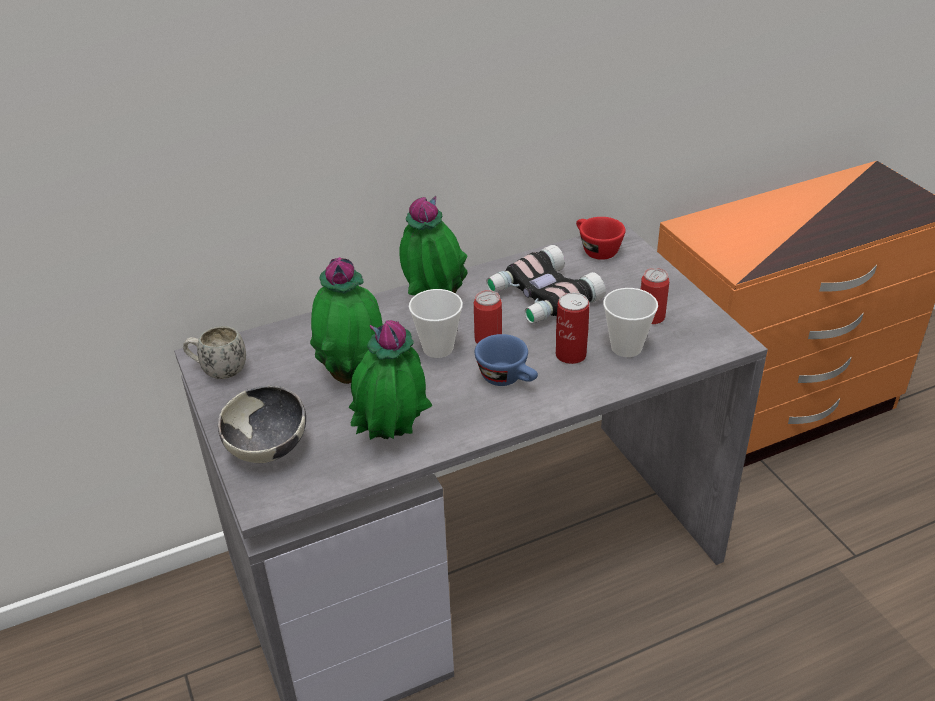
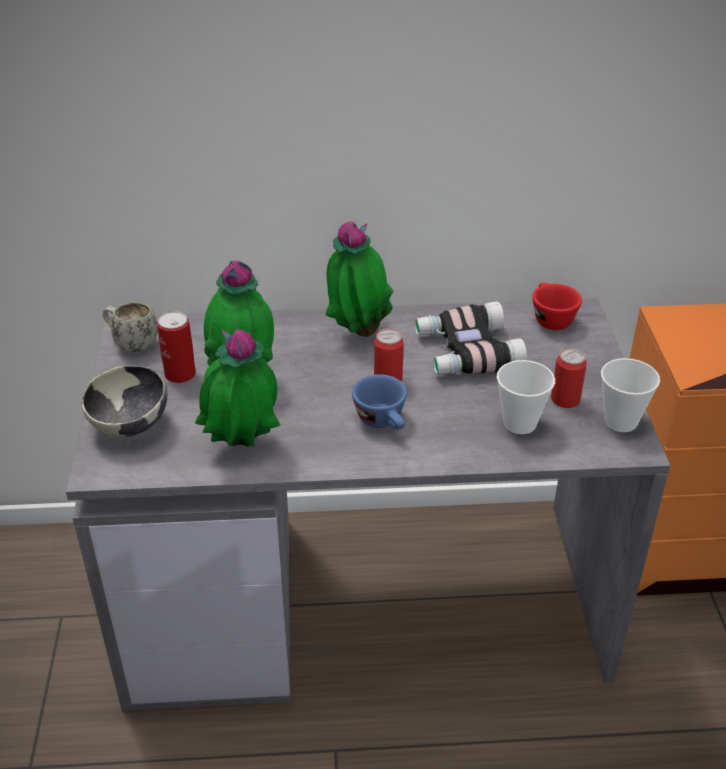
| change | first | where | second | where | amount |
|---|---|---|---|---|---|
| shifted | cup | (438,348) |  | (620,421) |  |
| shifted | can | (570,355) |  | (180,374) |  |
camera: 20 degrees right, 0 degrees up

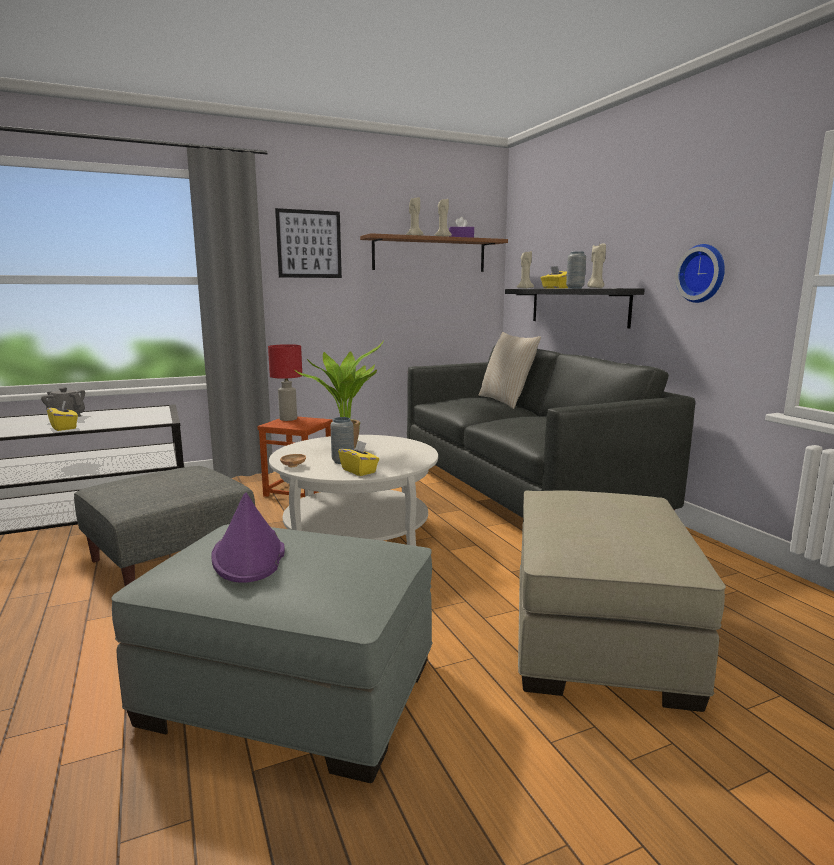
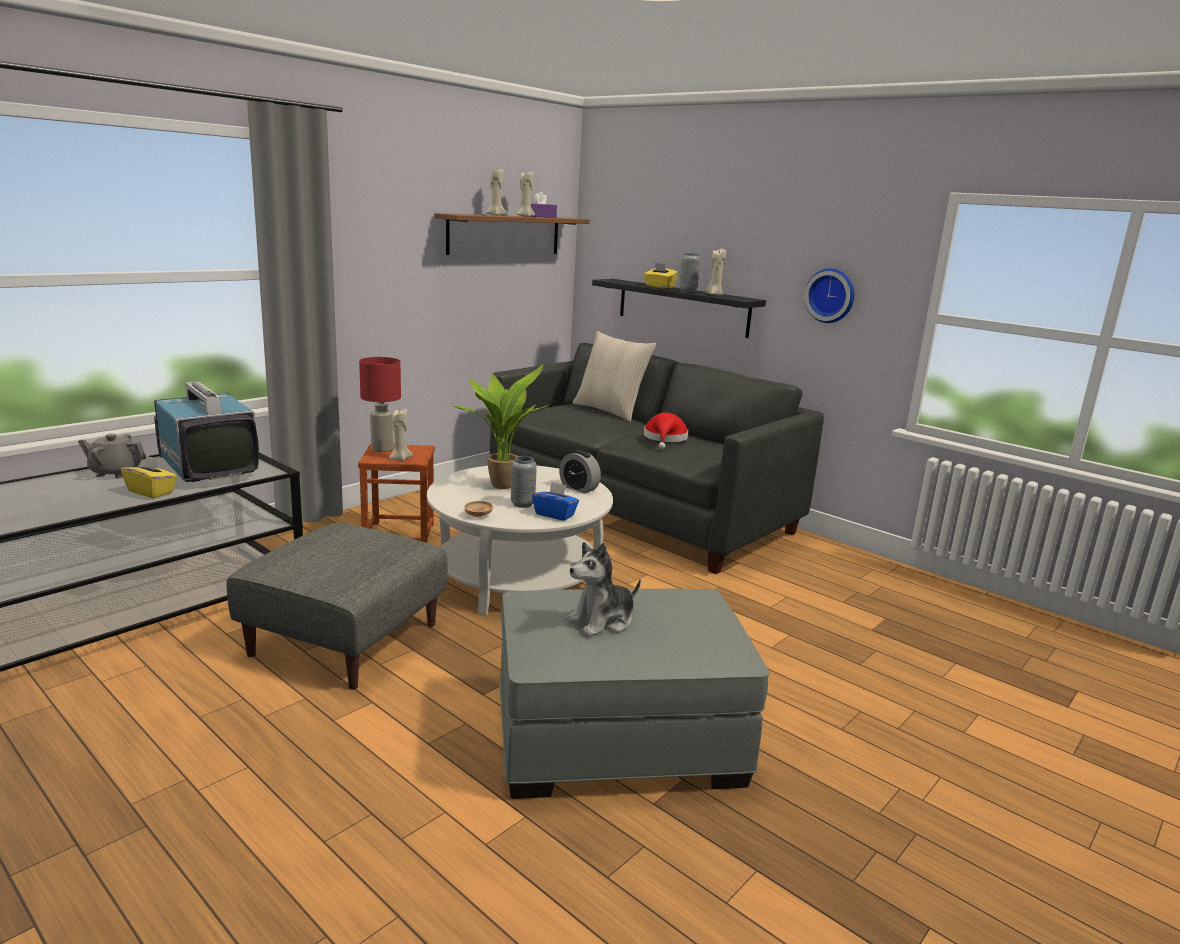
| change | first | where | second | where | amount |
|---|---|---|---|---|---|
| gone | picture | (309,244) |  |  |  |
| shifted | beige candle | (524,288) |  | (400,458) |  |
| repainted | yellow tissue box | (359,471) | blue tissue box | (555,514) |  |
| gone | beige ottoman | (597,635) |  |  |  |
| swapped | purple hat | (249,555) | plush toy | (602,621) |  |
| new |  |  | television | (208,467) |  |
| new |  |  | red hat | (665,439) |  |
| new |  |  | alarm clock | (579,488) |  |
camera: 25 degrees left, 5 degrees up

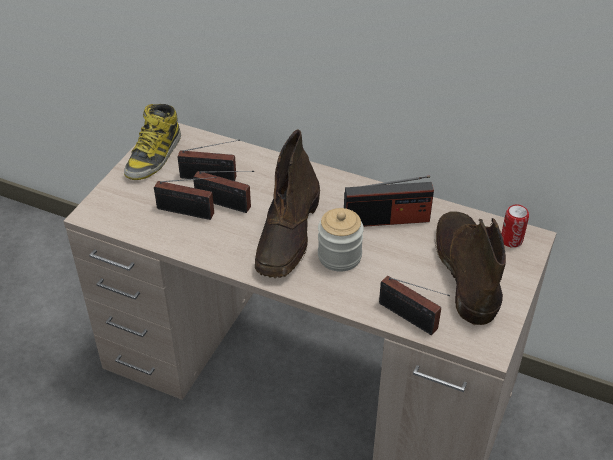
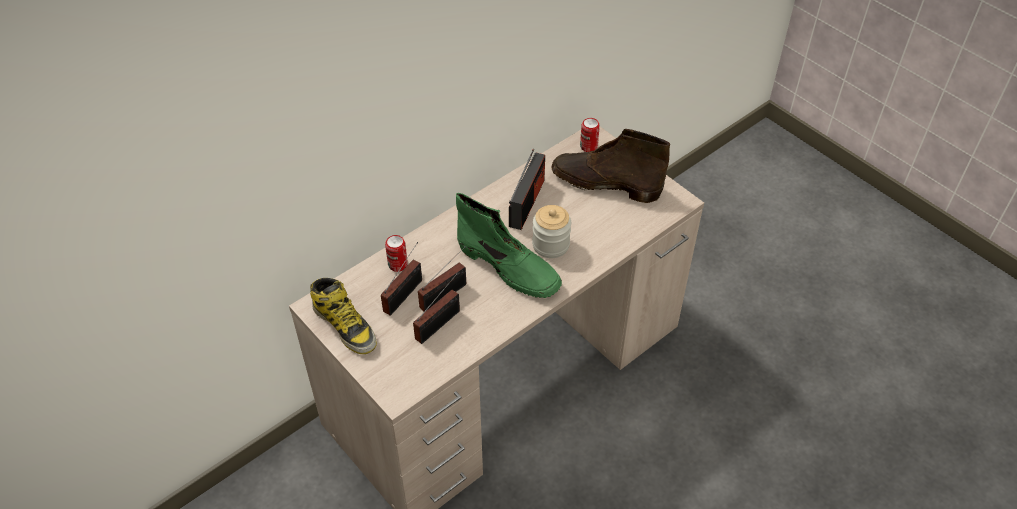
| change | first | where | second | where | amount |
|---|---|---|---|---|---|
| repainted | brown boot | (288,235) | green boot | (509,267) |  |
| gone | radio | (410,318) |  |  |  |
| new |  |  | can | (397,264) |  |
camera: 65 degrees left, 5 degrees up

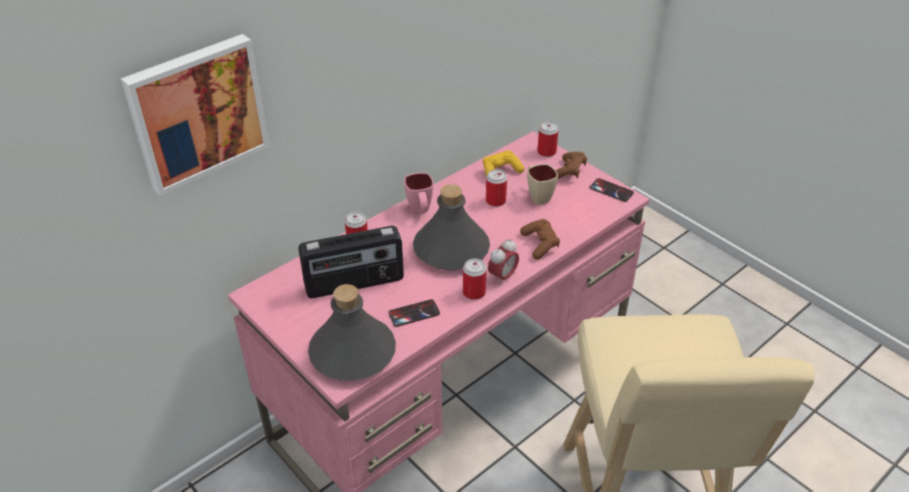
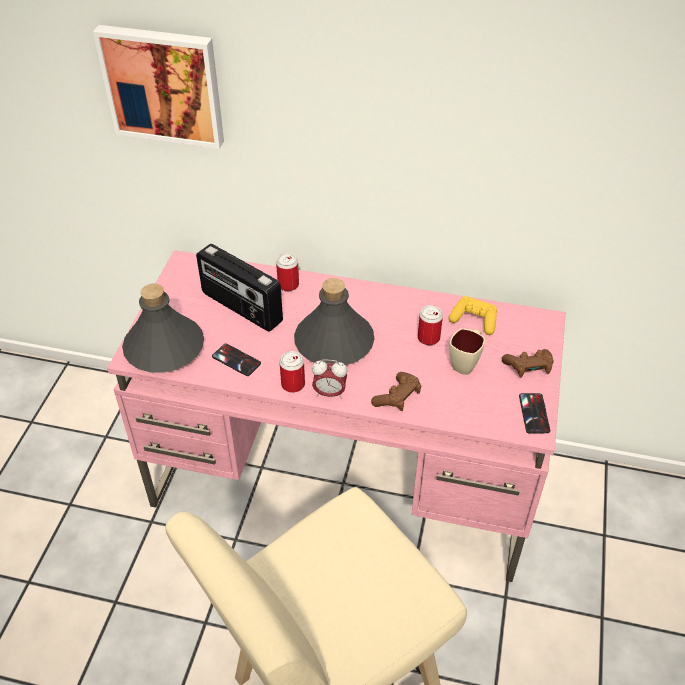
| change | first | where | second | where | amount |
|---|---|---|---|---|---|
| gone | can | (546,152) |  |  |  |
| gone | pink mug | (420,211) |  |  |  |
camera: 55 degrees right, 5 degrees up

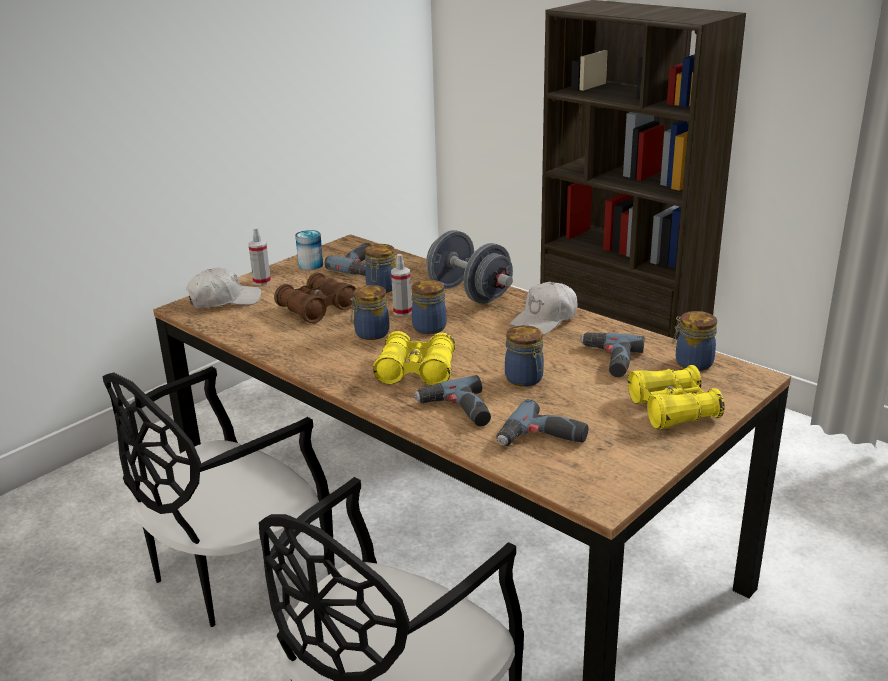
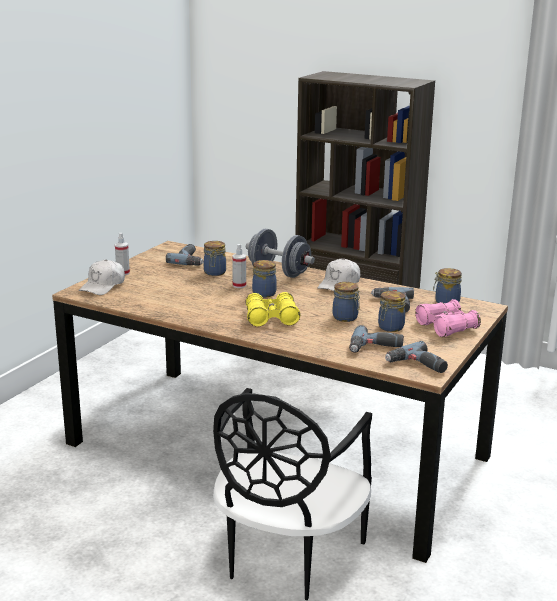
| change | first | where | second | where | amount |
|---|---|---|---|---|---|
| gone | can | (310,265) |  |  |  |
| rotated | white cap | (224,300) |  | (103,286) | 150 degrees clockwise |
| gone | brown binoculars | (317,309) |  |  |  |
| shifted | jar | (370,334) |  | (390,327) |  |
| repainted | yellow binoculars | (672,409) | pink binoculars | (446,327) |  |
| gone | black chair | (233,571) |  |  |  |
| shifted | power drill | (456,411) |  | (417,366) |  |
camera: 15 degrees left, 5 degrees down

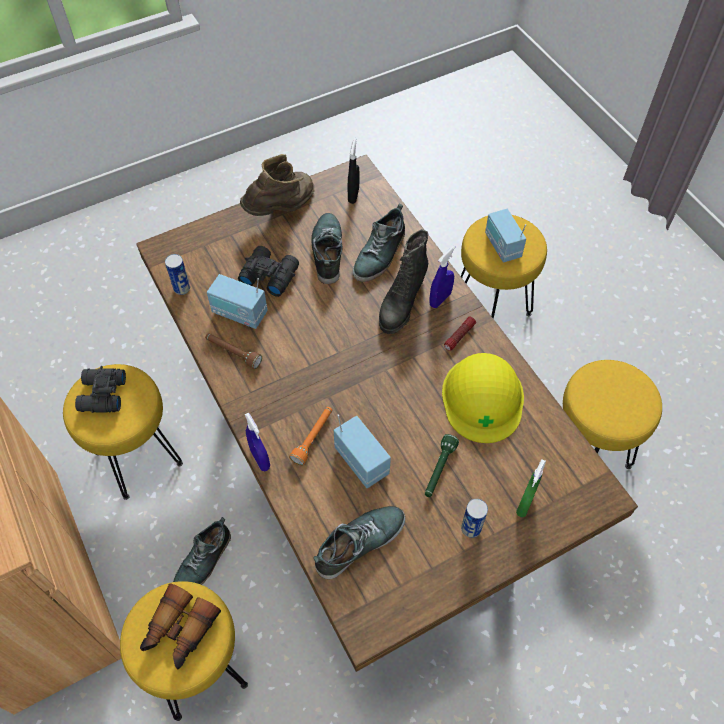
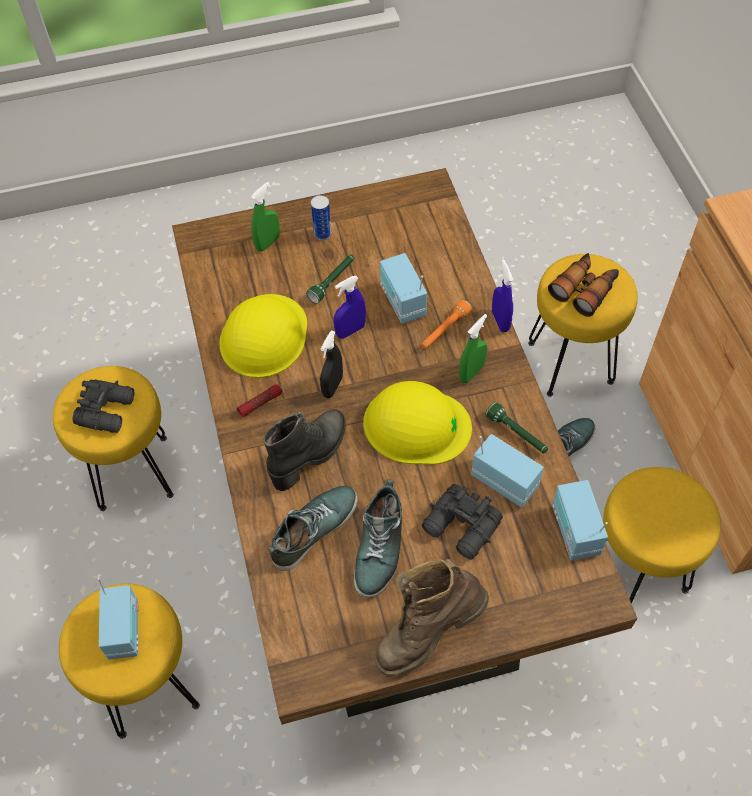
| change | first | where | second | where | amount |
|---|---|---|---|---|---|
| shifted | black spray bottle | (353,195) |  | (332,386) |  |
| shifted | blue spray bottle | (440,299) |  | (350,330) |  |
| swapped | can | (182,288) | radio | (574,531) |  |
| repainted | brown flashlight | (233,353) | green flashlight | (517,434) |  |
| shifted | black binoculars | (101,395) |  | (108,410) |  |
| gone | shoe | (359,542) |  |  |  |
| new |  |  | green spray bottle | (471,373) |  |
| new |  |  | yellow hard hat | (416,425) |  |
camera: 165 degrees left, 0 degrees up

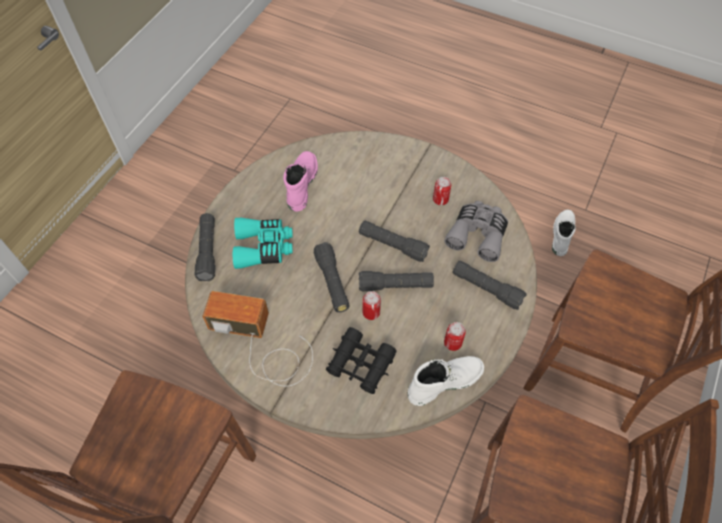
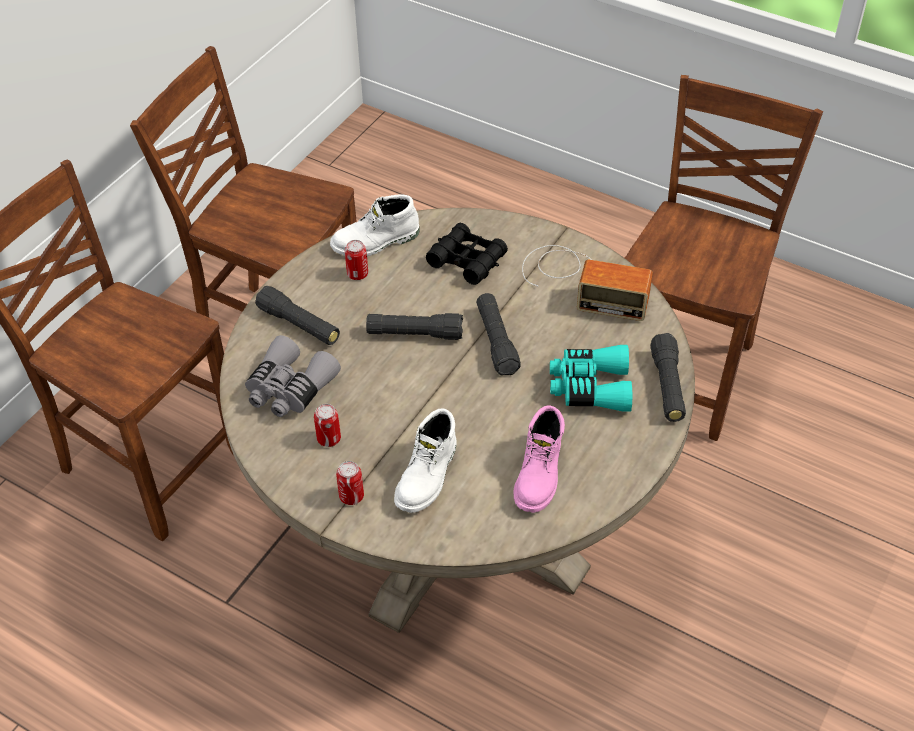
| change | first | where | second | where | amount |
|---|---|---|---|---|---|
| shifted | white boot | (561,234) |  | (428,476) |  |
| gone | black flashlight | (393,245) |  |  |  |
| shifted | can | (371,313) |  | (351,496) |  |
camera: 175 degrees left, 10 degrees down

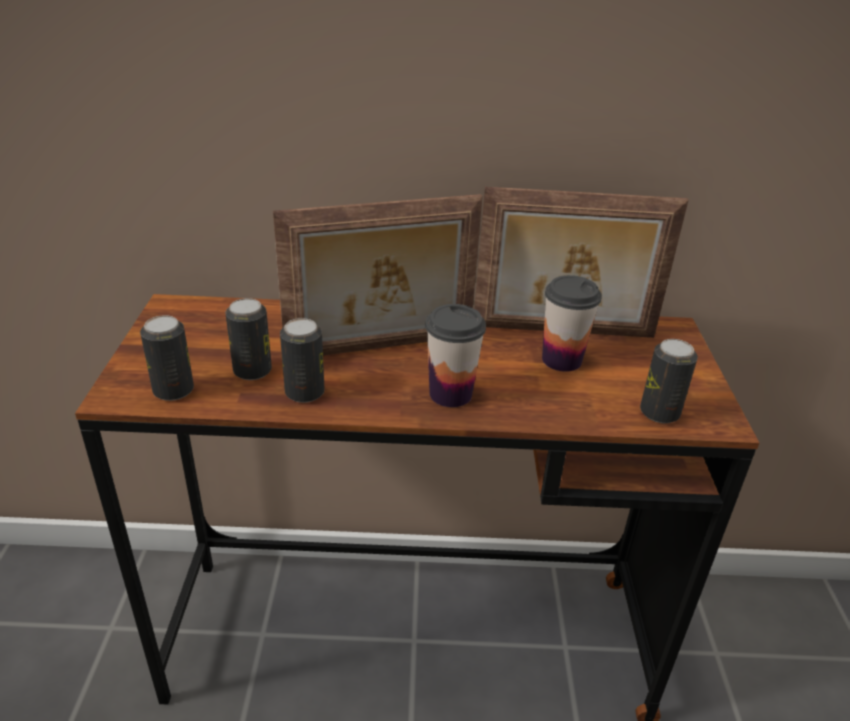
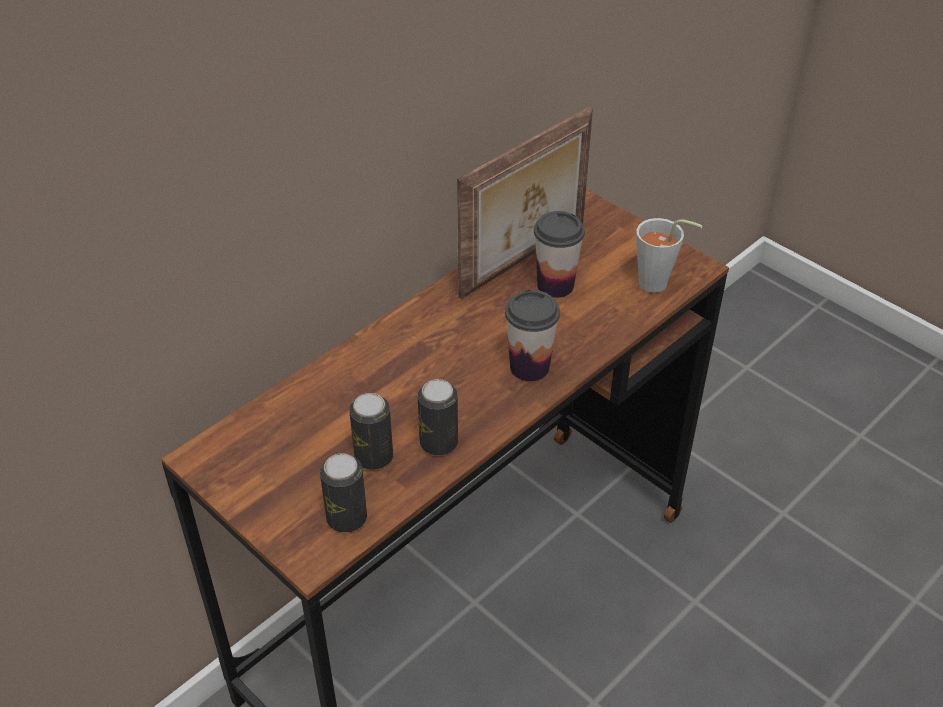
| change | first | where | second | where | amount |
|---|---|---|---|---|---|
| gone | picture frame | (381,348) |  |  |  |
| swapped | can | (659,413) | grey cup | (659,285) |  |
camera: 45 degrees left, 10 degrees up

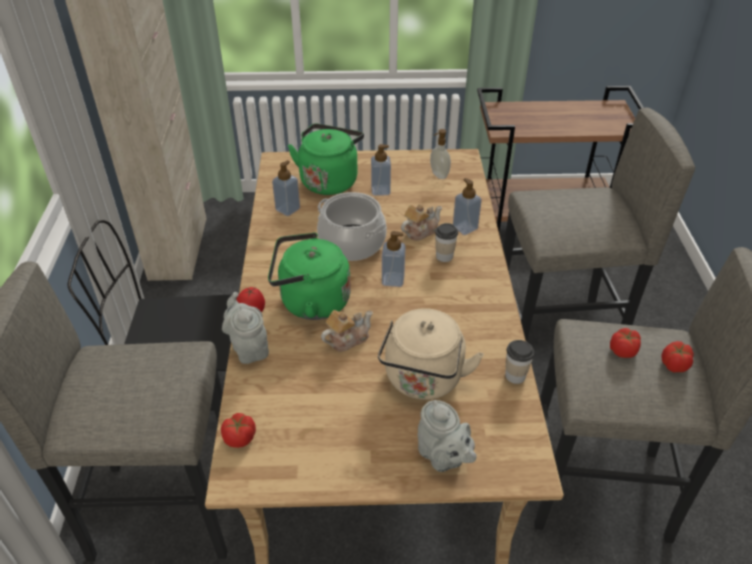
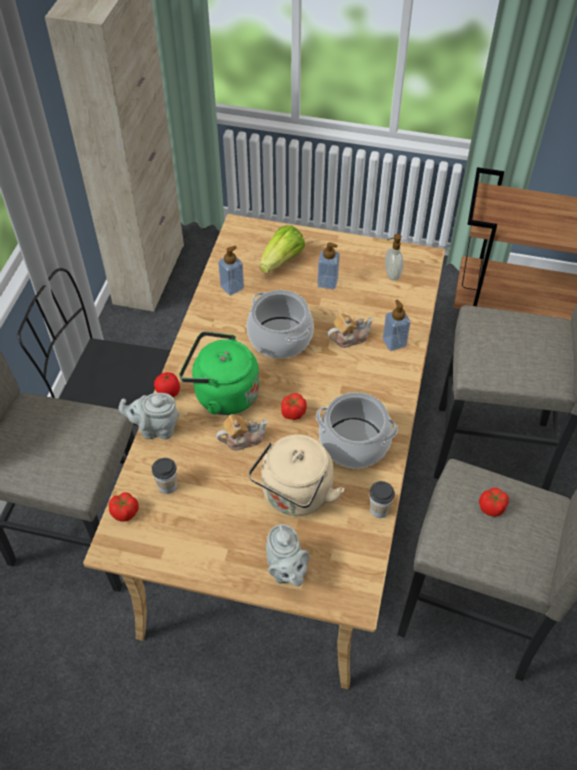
| change | first | where | second | where | amount |
|---|---|---|---|---|---|
| swapped | green kettle | (329,180) | lettuce | (282,260) |  |
| shifted | cup | (444,256) |  | (167,486) |  |
| gone | soap dispenser | (393,280) |  |  |  |
| rotated | grey teapot | (249,348) |  | (155,428) | 75 degrees counterclockwise |
| shifted | tomato | (674,365) |  | (293,412) |  |
| new |  |  | cooking pot | (354,442) |  |
camera: 15 degrees right, 10 degrees up

